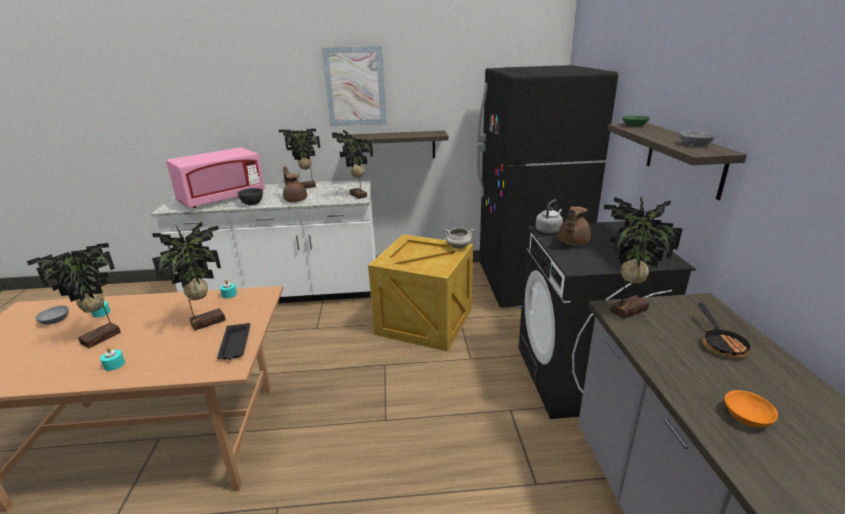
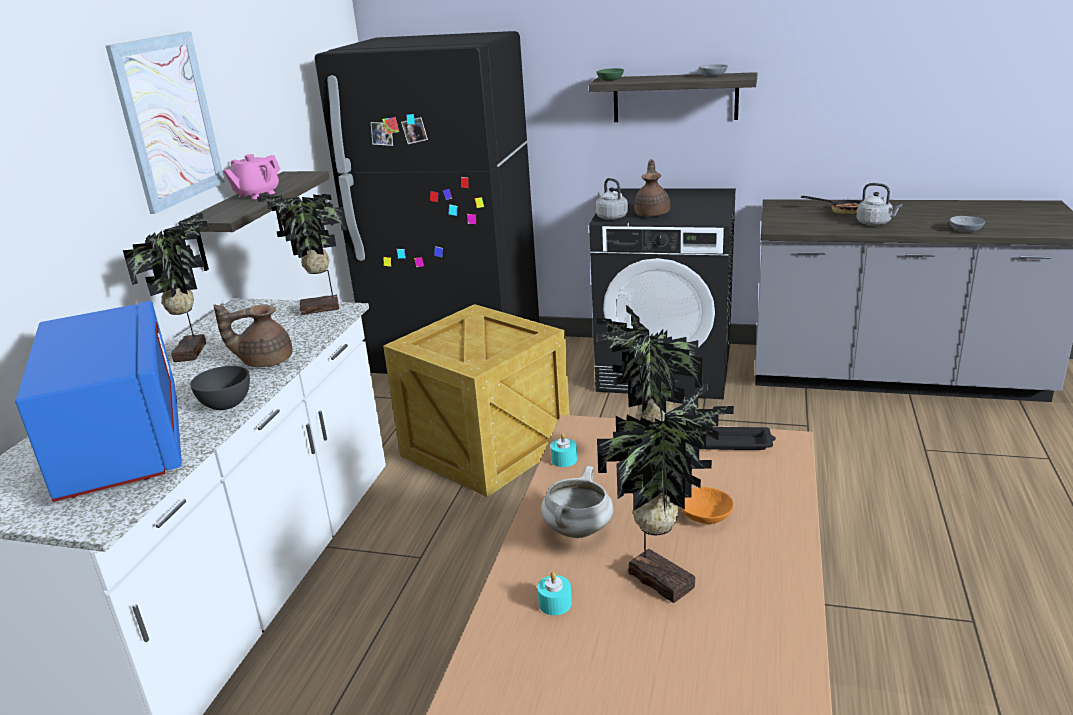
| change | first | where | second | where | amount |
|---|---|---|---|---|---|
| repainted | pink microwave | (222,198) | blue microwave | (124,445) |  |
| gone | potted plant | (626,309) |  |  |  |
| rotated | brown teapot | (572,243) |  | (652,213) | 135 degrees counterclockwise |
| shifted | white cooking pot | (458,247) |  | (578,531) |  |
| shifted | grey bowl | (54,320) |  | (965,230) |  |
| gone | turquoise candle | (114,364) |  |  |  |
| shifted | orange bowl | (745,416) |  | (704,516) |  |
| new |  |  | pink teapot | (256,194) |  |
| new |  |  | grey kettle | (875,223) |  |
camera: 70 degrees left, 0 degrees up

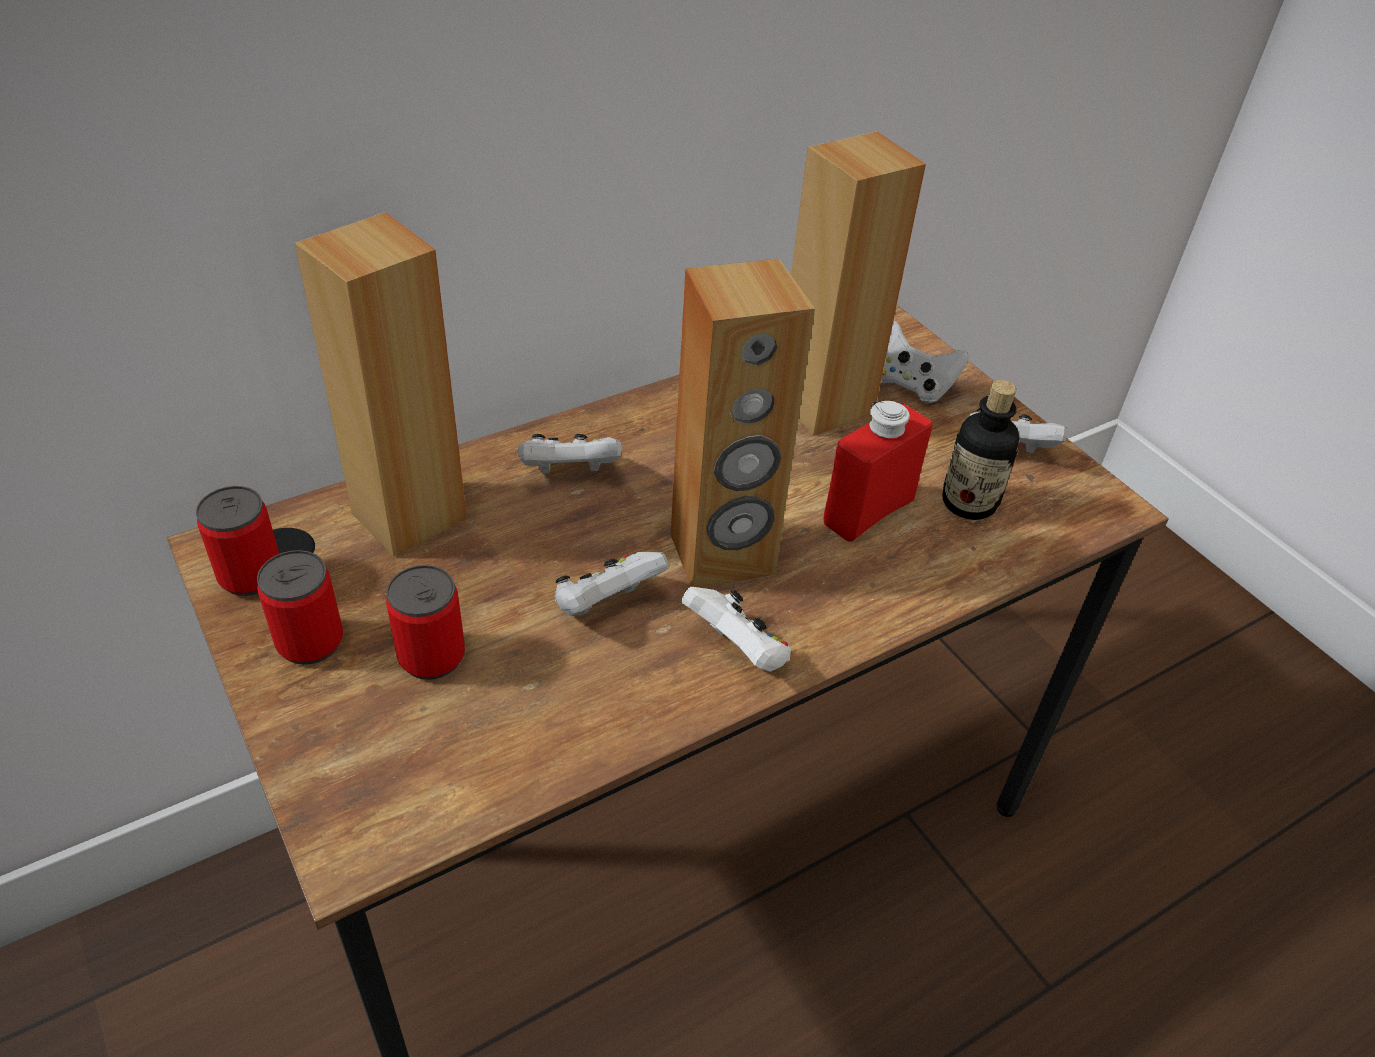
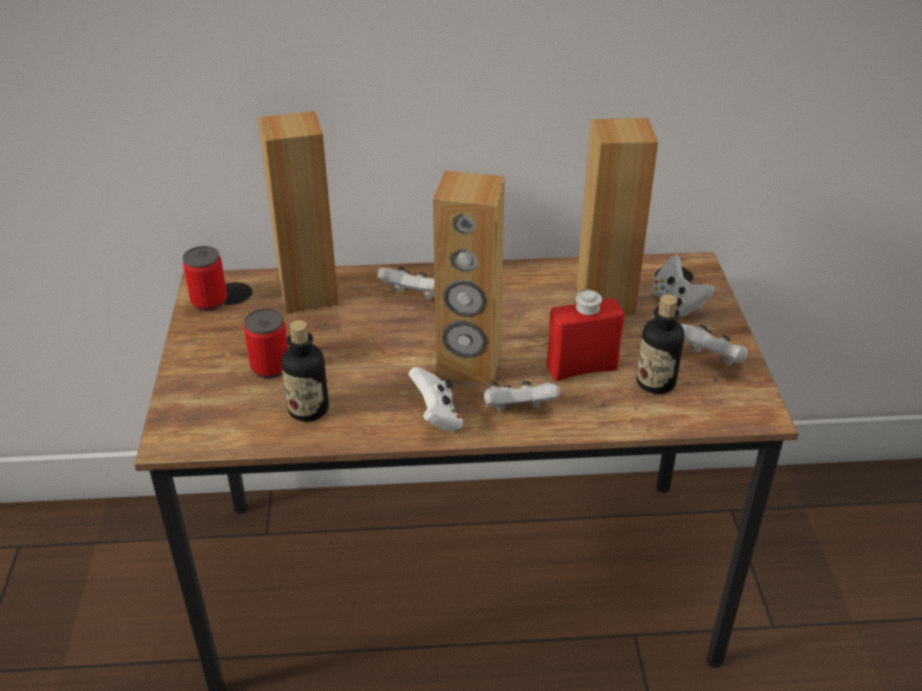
| change | first | where | second | where | amount |
|---|---|---|---|---|---|
| gone | can | (310,642) |  |  |  |
| shifted | white game controller | (606,604) |  | (518,410) |  |
| new |  |  | bottle | (308,409) |  |
camera: 30 degrees right, 5 degrees down

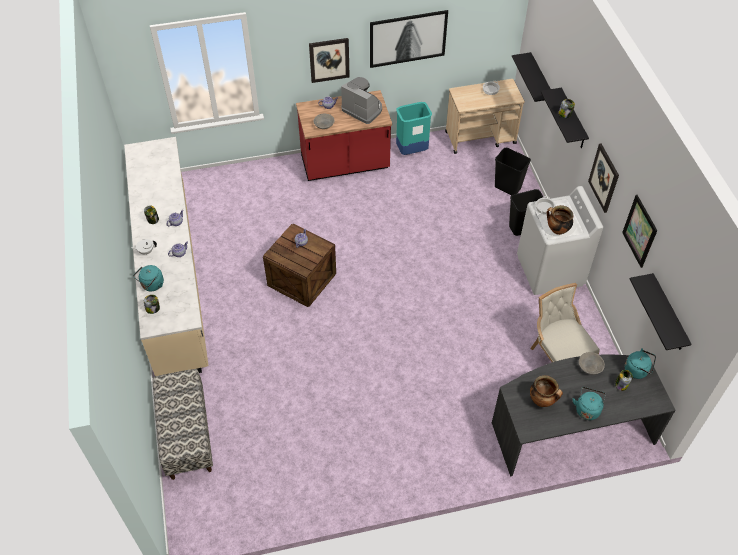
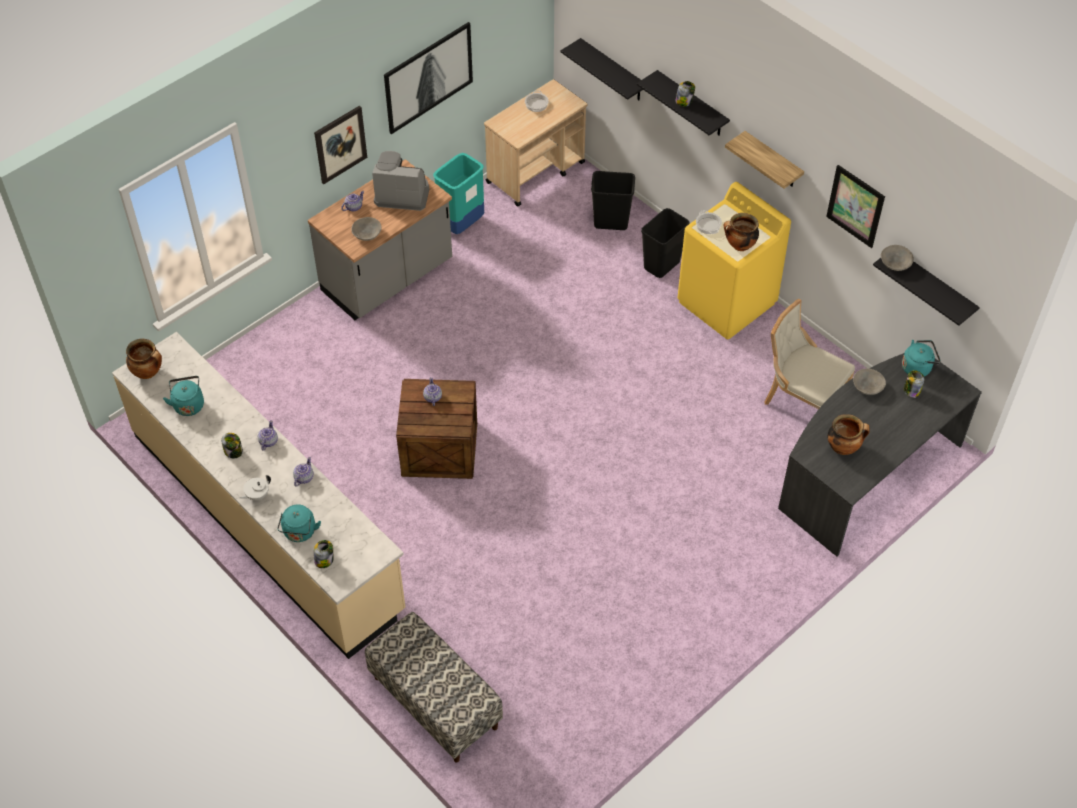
| change | first | where | second | where | amount |
|---|---|---|---|---|---|
| repainted | red counter | (345,164) | grey counter | (388,278) |  |
| swapped | picture | (604,178) | shelf | (772,161) |  |
| repainted | white washing machine | (550,271) | yellow washing machine | (727,303) |  |
| shifted | turquoise kettle | (587,409) |  | (188,404) |  |
| new |  |  | grey bowl | (895,263) |  |
| new |  |  | cooking pot | (148,372) |  |
camera: 30 degrees left, 0 degrees up

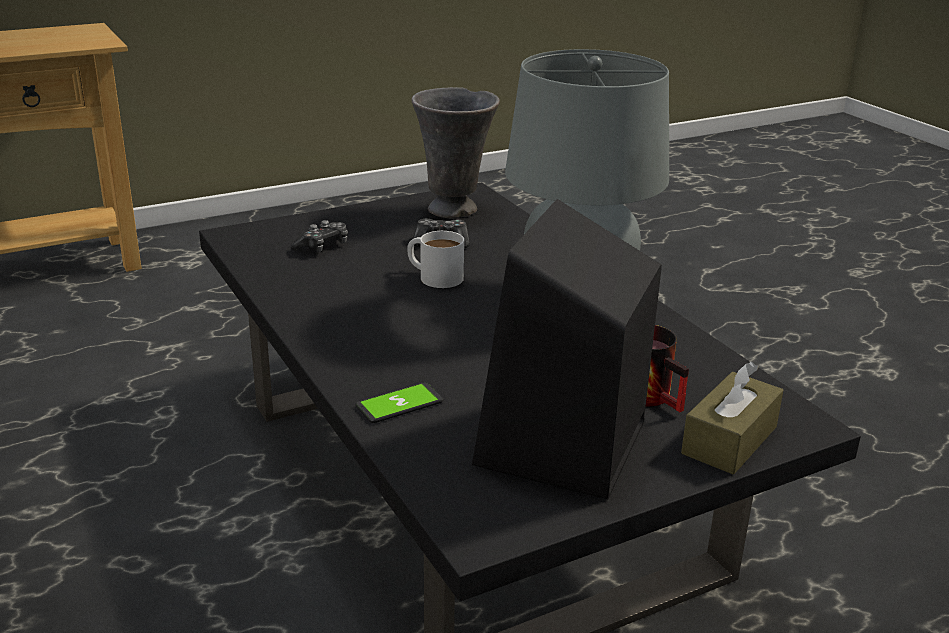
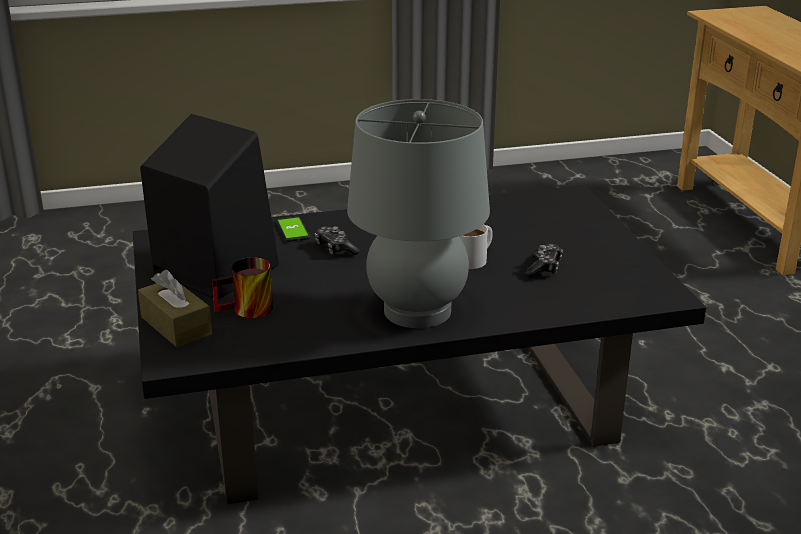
| change | first | where | second | where | amount |
|---|---|---|---|---|---|
| gone | grey vase | (454,210) |  |  |  |
| shifted | game controller | (322,246) |  | (335,249) |  |
camera: 105 degrees right, 0 degrees up

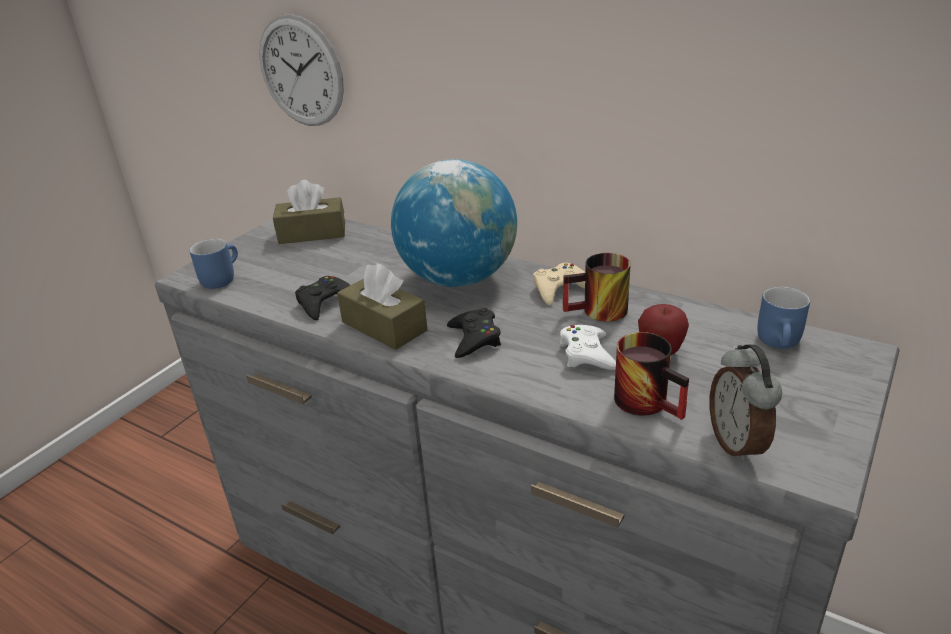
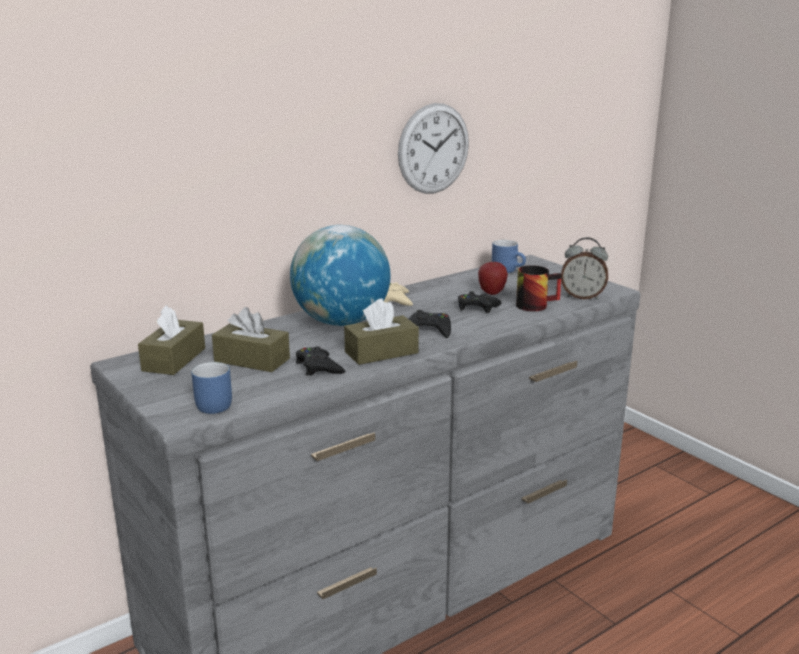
| change | first | where | second | where | amount |
|---|---|---|---|---|---|
| shifted | wall clock | (301,72) |  | (433,149) |  |
| gone | mug | (598,313) |  |  |  |
| repainted | white game controller | (587,354) | black game controller | (477,307) |  |
| new |  |  | brown tissue box | (252,360) |  |
camera: 70 degrees left, 10 degrees down

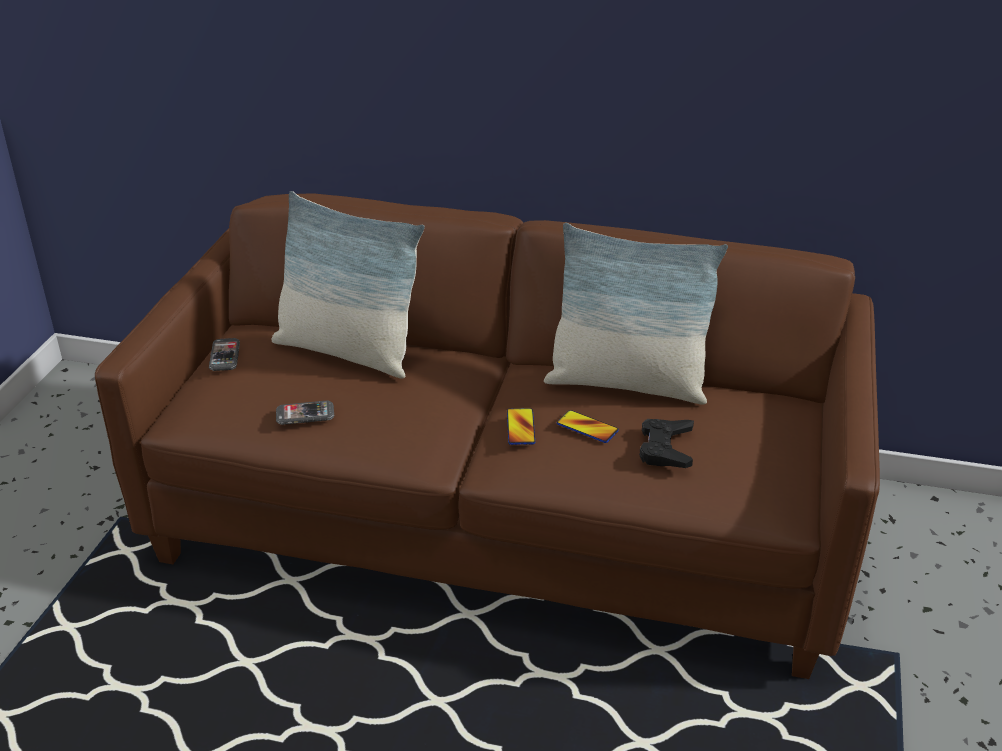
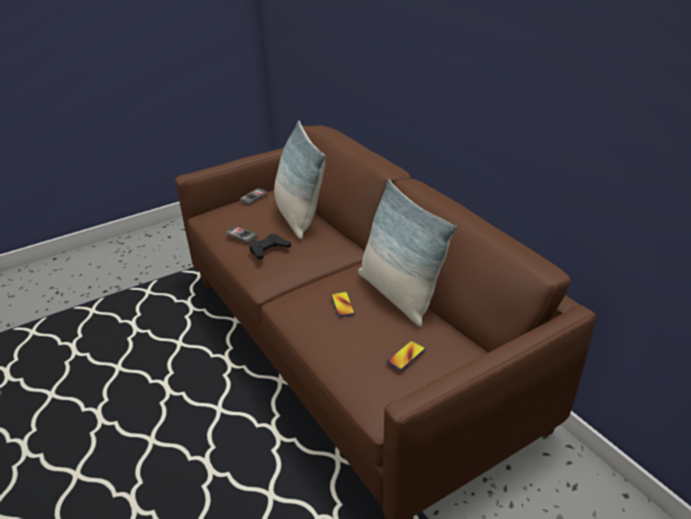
| change | first | where | second | where | amount |
|---|---|---|---|---|---|
| shifted | phone | (520,427) |  | (406,356) |  |
| shifted | black game controller | (665,448) |  | (268,249) |  |
camera: 45 degrees right, 0 degrees up

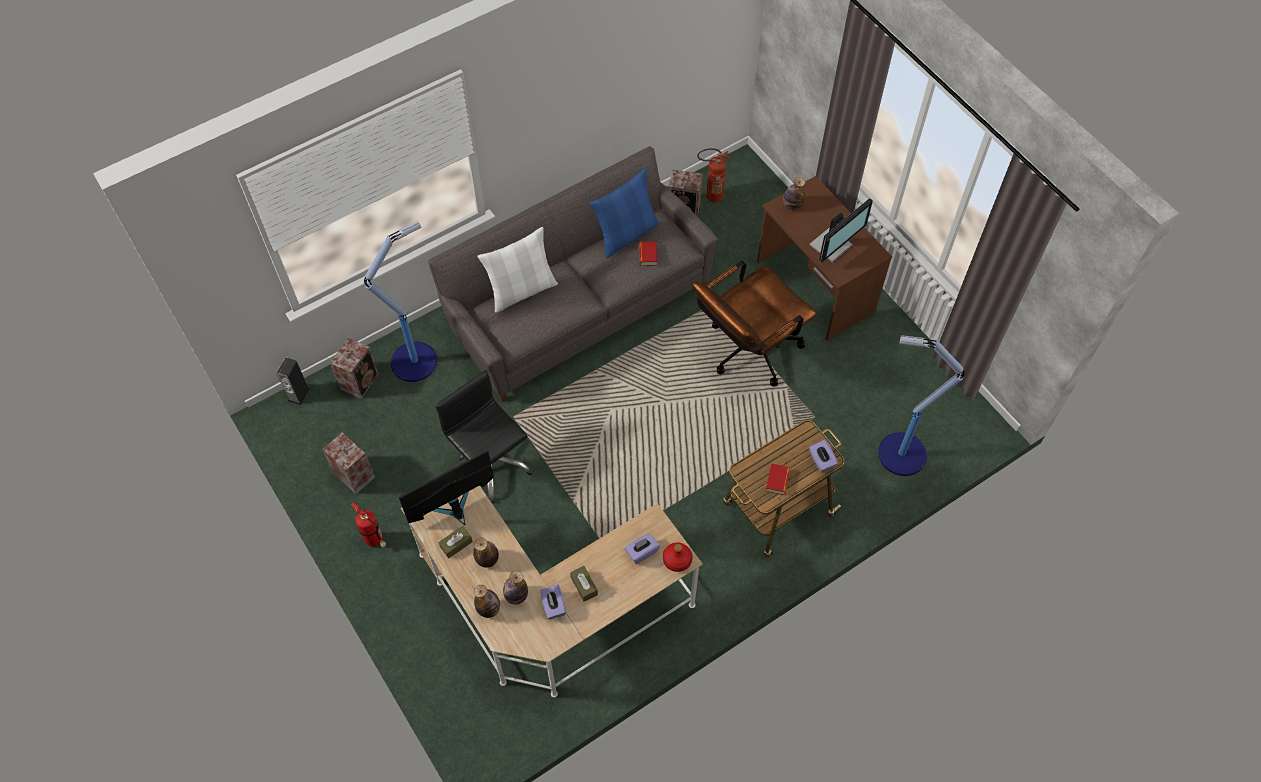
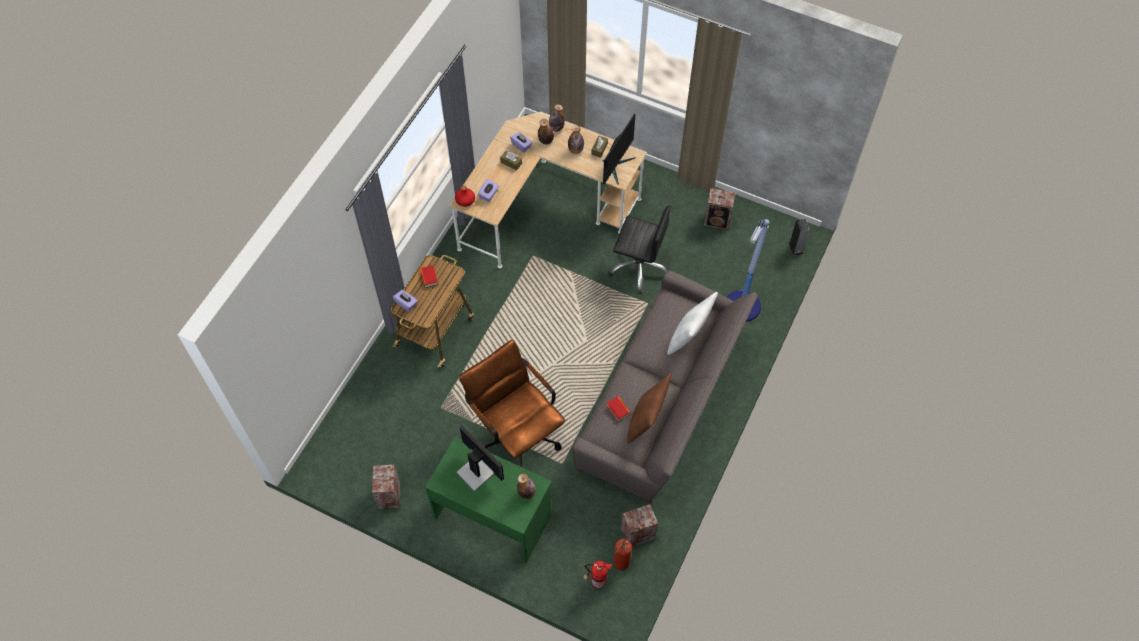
| change | first | where | second | where | amount |
|---|---|---|---|---|---|
| repainted | blue pillow | (626,234) | brown pillow | (646,420) |  |
| repainted | brown desk | (814,288) | green desk | (493,516) |  |
| rotated | monitor | (832,246) |  | (476,471) | 120 degrees clockwise |
| rotated | brown office chair | (747,352) |  | (516,433) | 60 degrees counterclockwise |
| gone | floor lamp | (900,454) |  |  |  |
| shifted | speaker | (360,380) |  | (388,496) |  |
| shifted | fire extinguisher | (375,541) |  | (596,581) |  |
camera: 150 degrees right, 0 degrees up

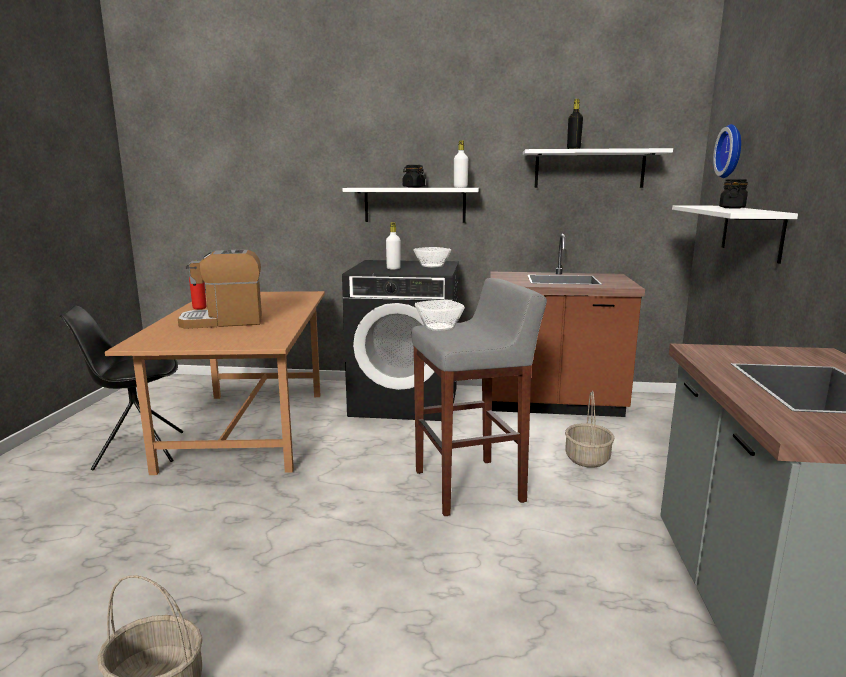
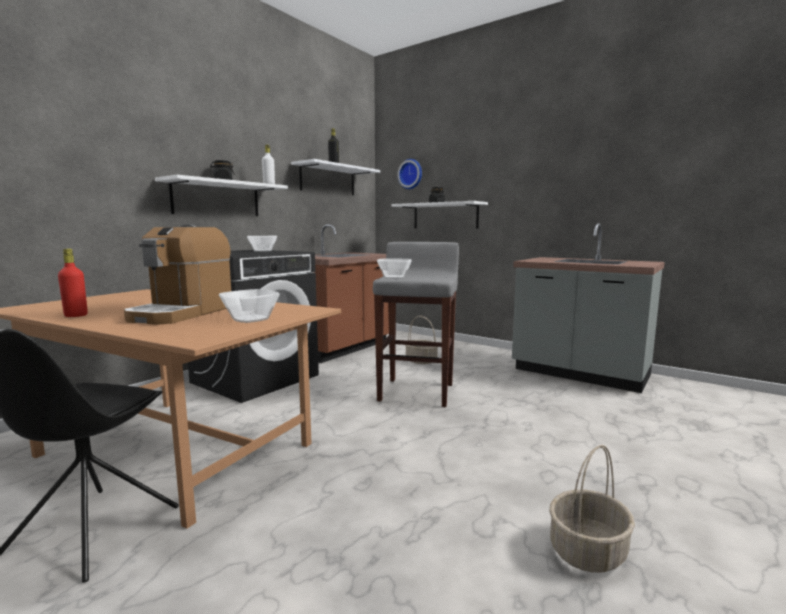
| change | first | where | second | where | amount |
|---|---|---|---|---|---|
| gone | white bottle | (393,268) |  |  |  |
| new |  |  | bowl | (251,319) |  |
camera: 60 degrees left, 5 degrees down

